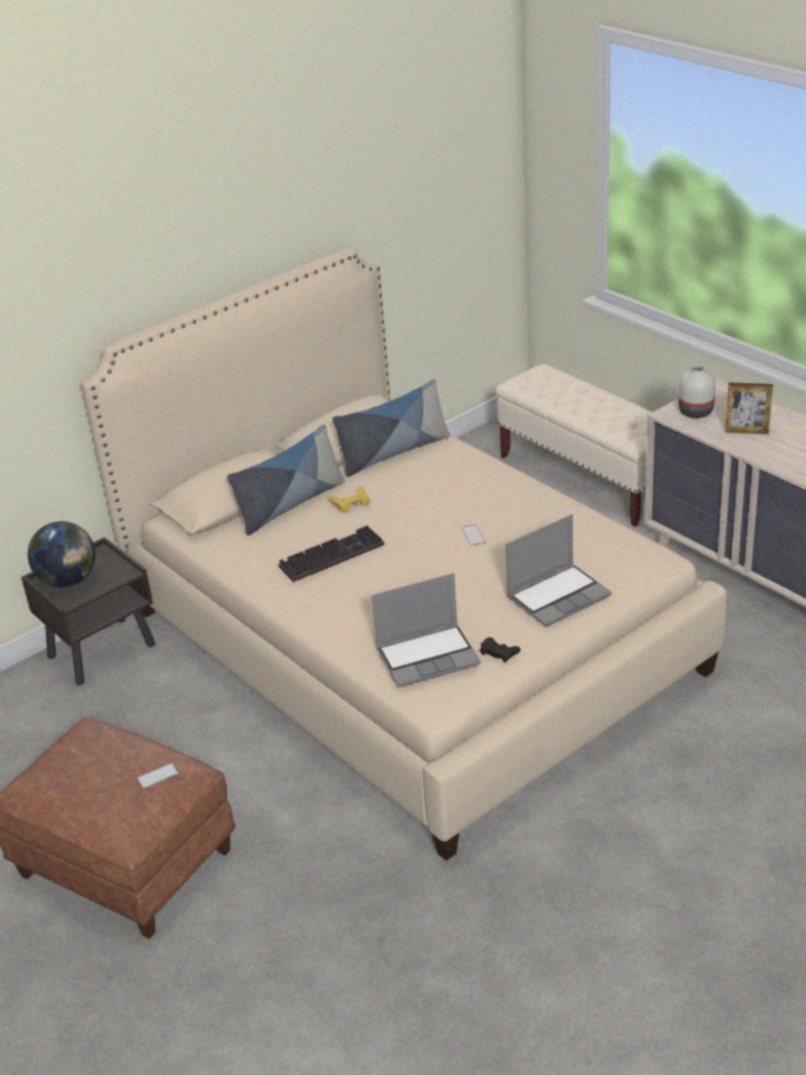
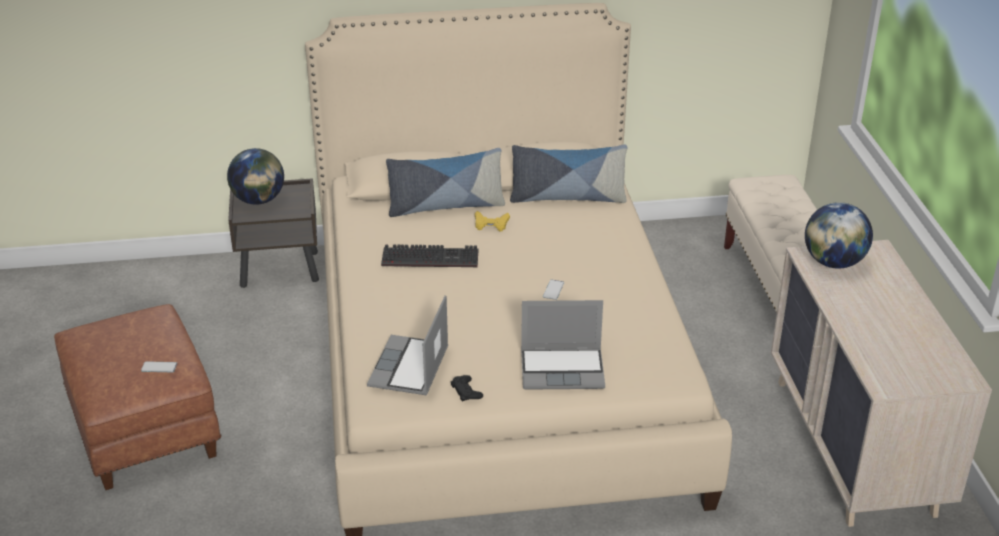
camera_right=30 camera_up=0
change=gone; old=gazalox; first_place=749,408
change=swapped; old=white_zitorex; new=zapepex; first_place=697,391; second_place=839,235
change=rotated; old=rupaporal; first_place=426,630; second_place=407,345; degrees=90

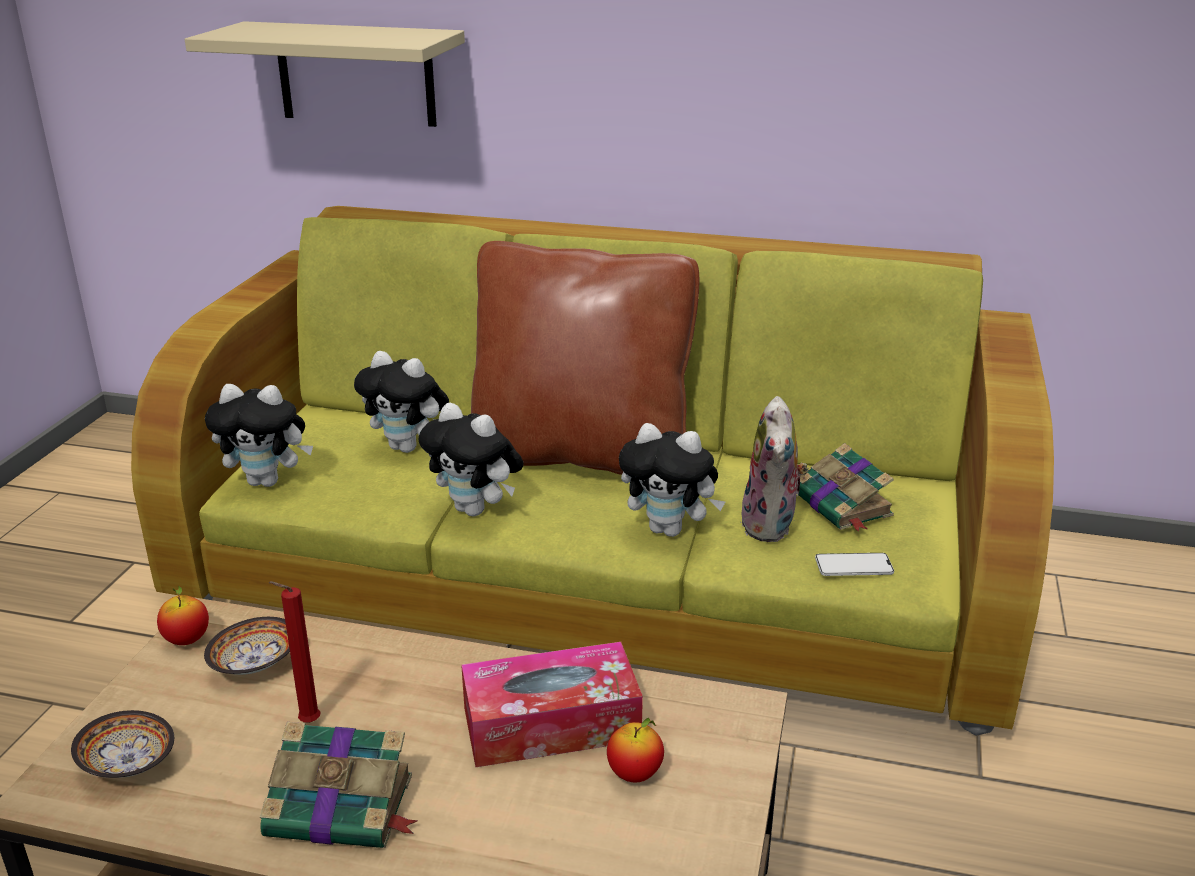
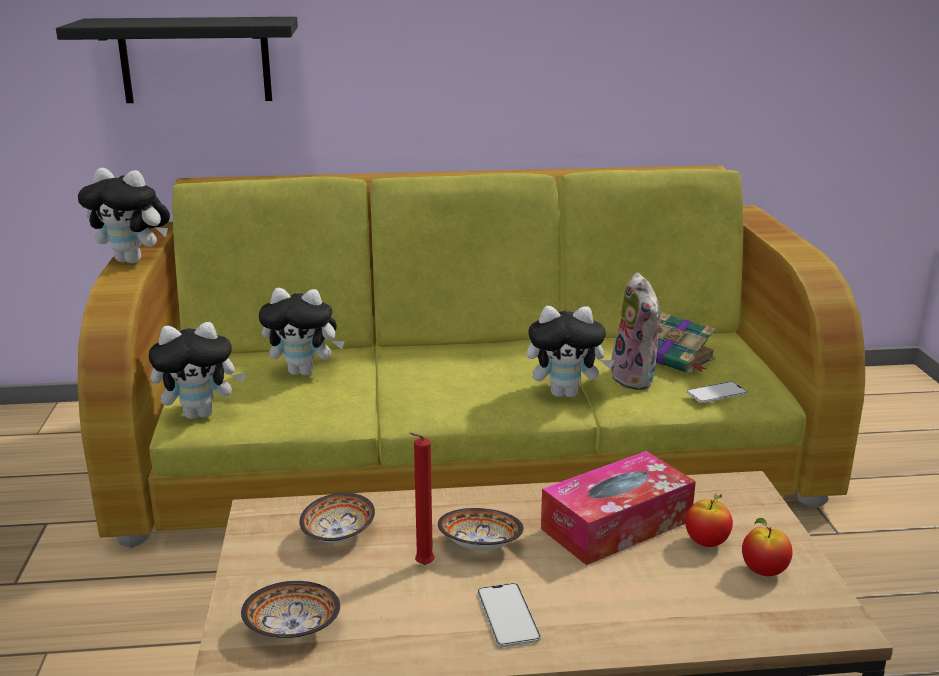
camera_right=-20 camera_up=-5
change=gone; old=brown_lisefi; first_place=585,358
change=new; new=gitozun; second_place=481,529
change=shifted; old=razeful; first_place=183,615; second_place=767,547
change=shifted; old=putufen; first_place=471,460; second_place=124,215
change=swapped; old=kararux; new=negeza; first_place=339,785; second_place=509,615
change=repainted; old=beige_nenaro; new=black_nenaro; first_place=325,74; second_place=177,60

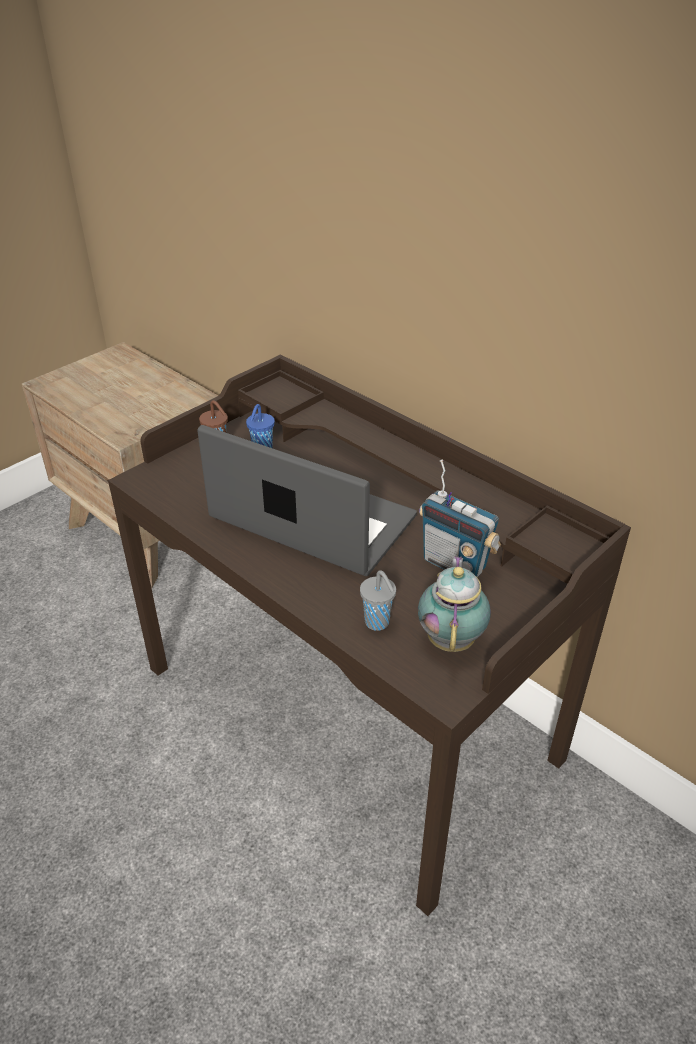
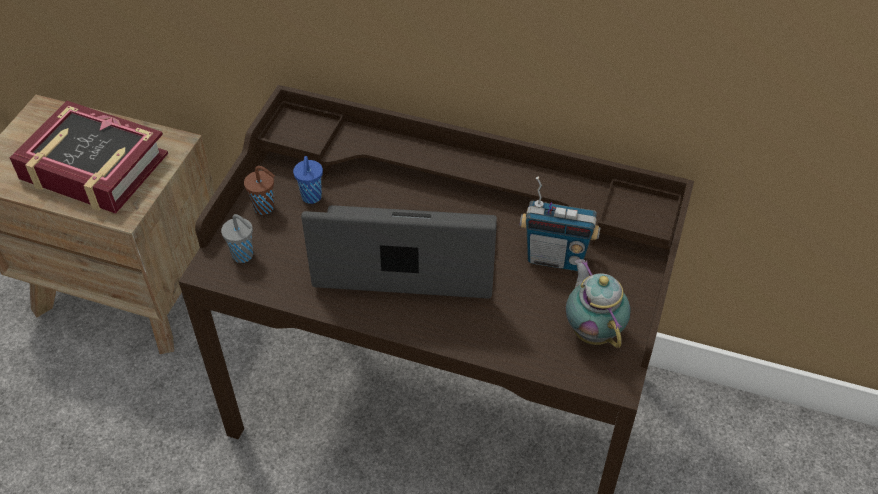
camera_right=-25 camera_up=10
change=new; new=kararux; second_place=88,157
change=shifted; old=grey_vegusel; first_place=378,600; second_place=237,238

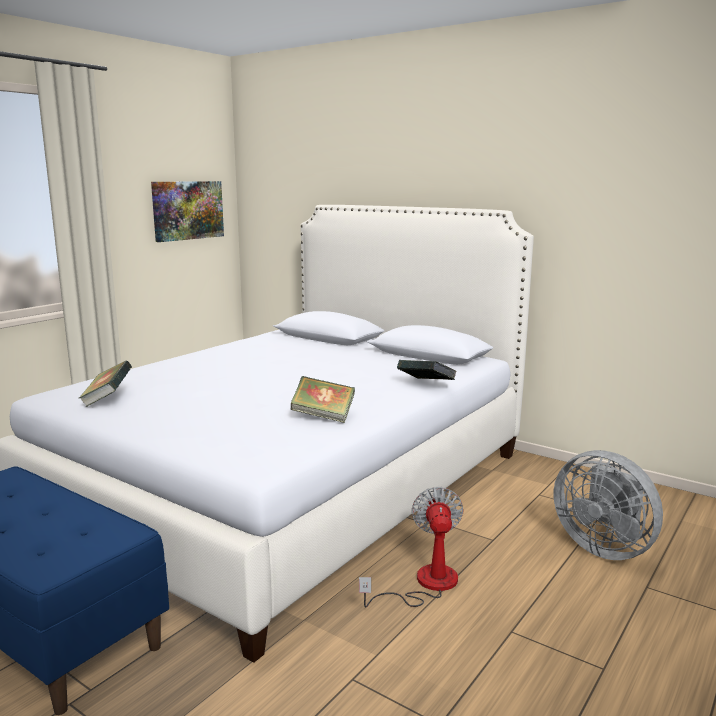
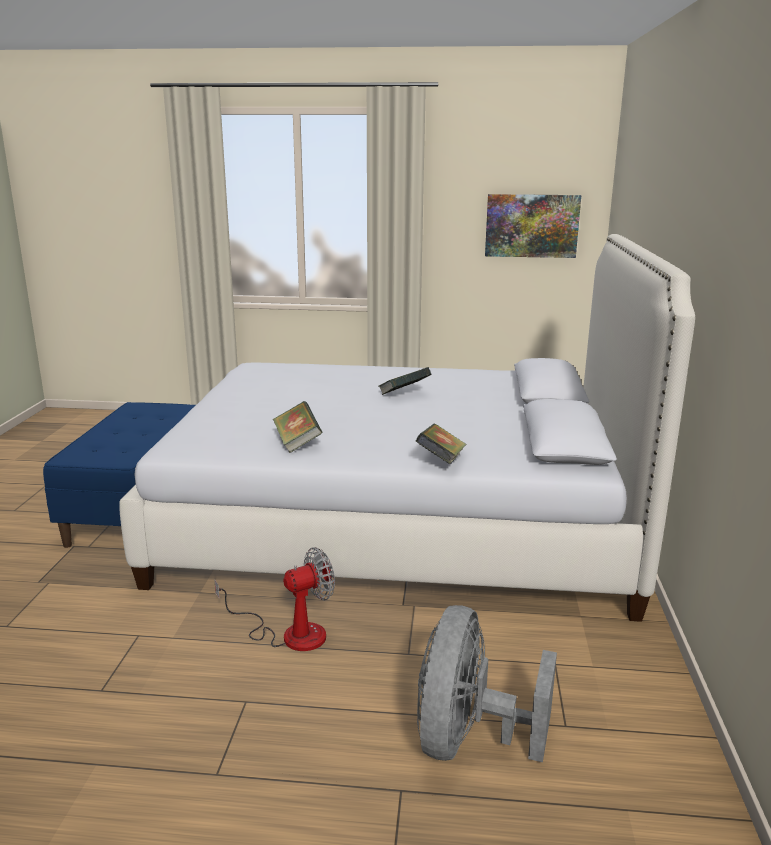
camera_right=60 camera_up=5
change=shifted; old=kararux; first_place=105,383; second_place=404,381

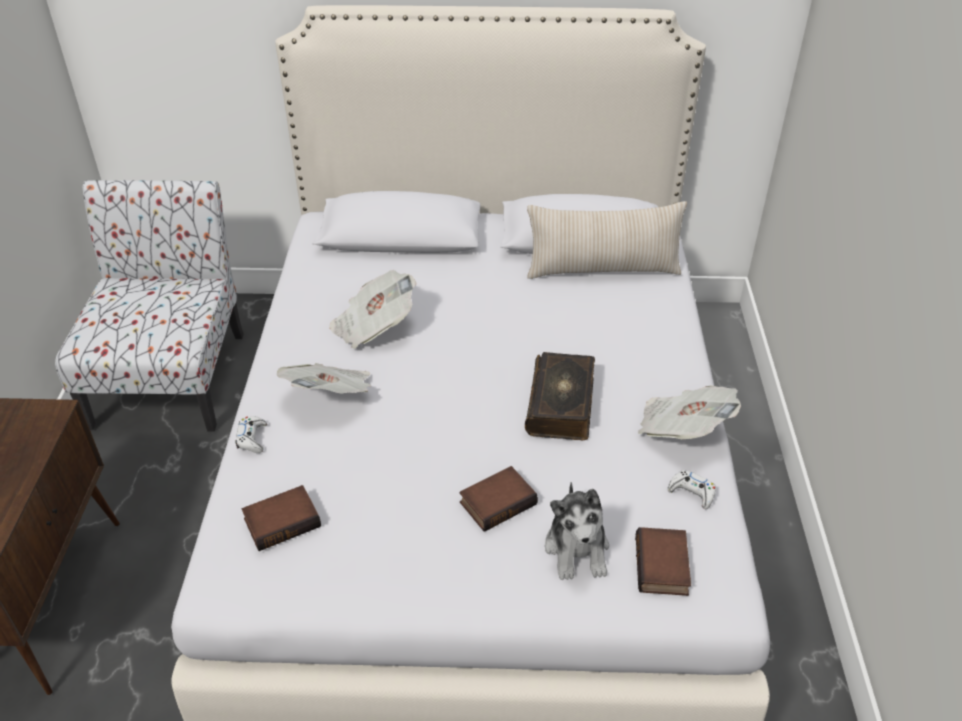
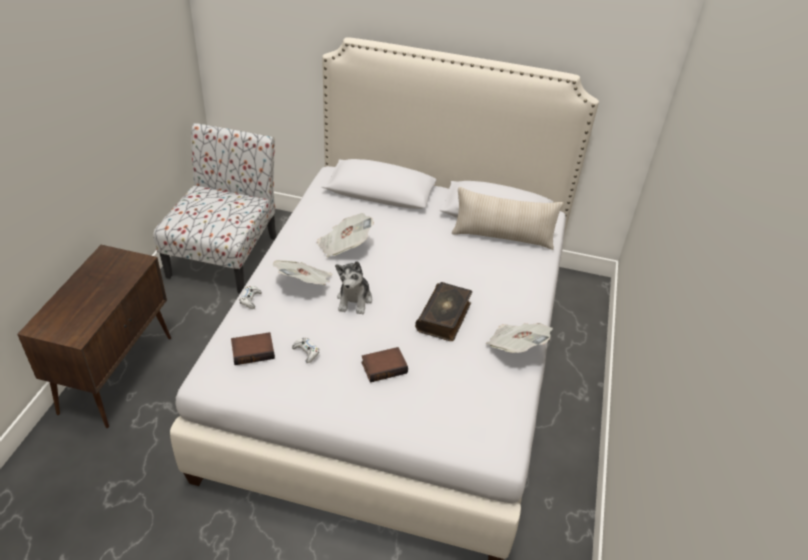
camera_right=10 camera_up=0
change=gone; old=kararux; first_place=663,561
change=shifted; old=putufen; first_place=577,531; second_place=353,288
change=shifted; old=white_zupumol; first_place=691,489; second_place=305,350

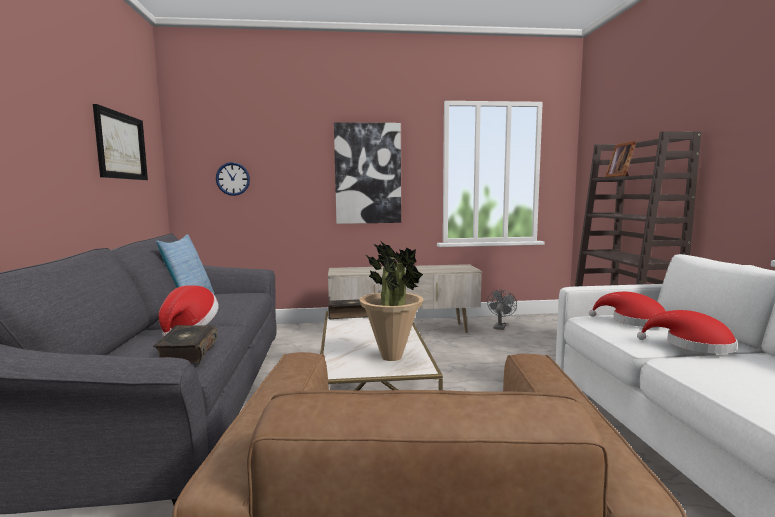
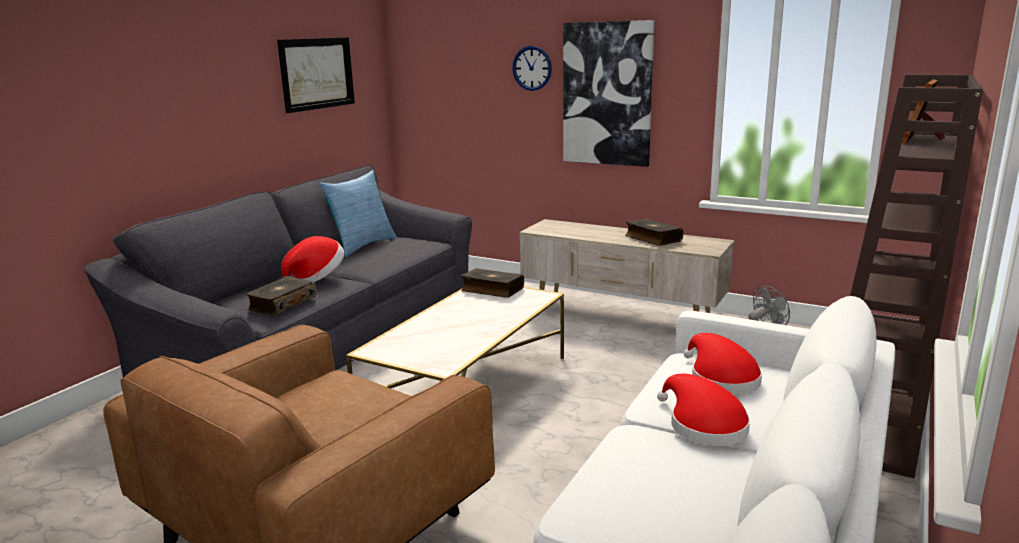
camera_right=35 camera_up=10
change=gone; old=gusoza; first_place=391,301
change=new; new=kararux; second_place=654,232
change=shifted; old=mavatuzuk; first_place=233,179; second_place=532,68

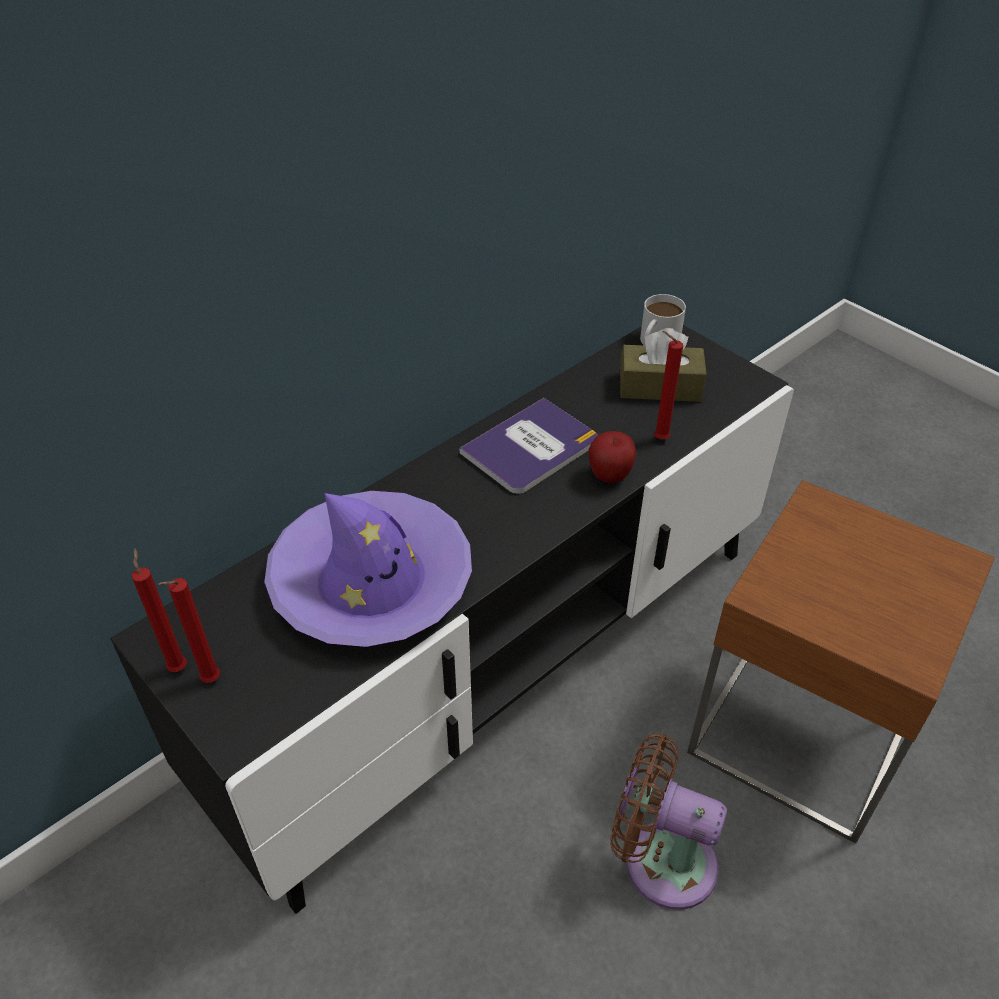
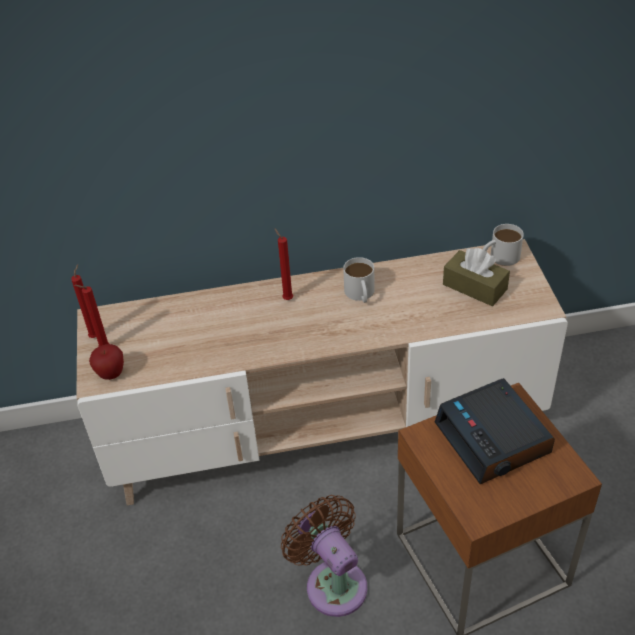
camera_right=35 camera_up=0
change=gone; old=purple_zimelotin; first_place=368,569
change=new; new=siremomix; second_place=495,431
change=shifted; old=razeful; first_place=612,457; second_place=106,362
change=shifted; old=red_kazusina; first_place=668,385; second_place=283,264
change=swapped; old=kararux; new=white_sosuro; first_place=529,446; second_place=358,280
change=repainted; old=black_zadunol; new=beige_zadunol; first_place=452,619; second_place=322,372

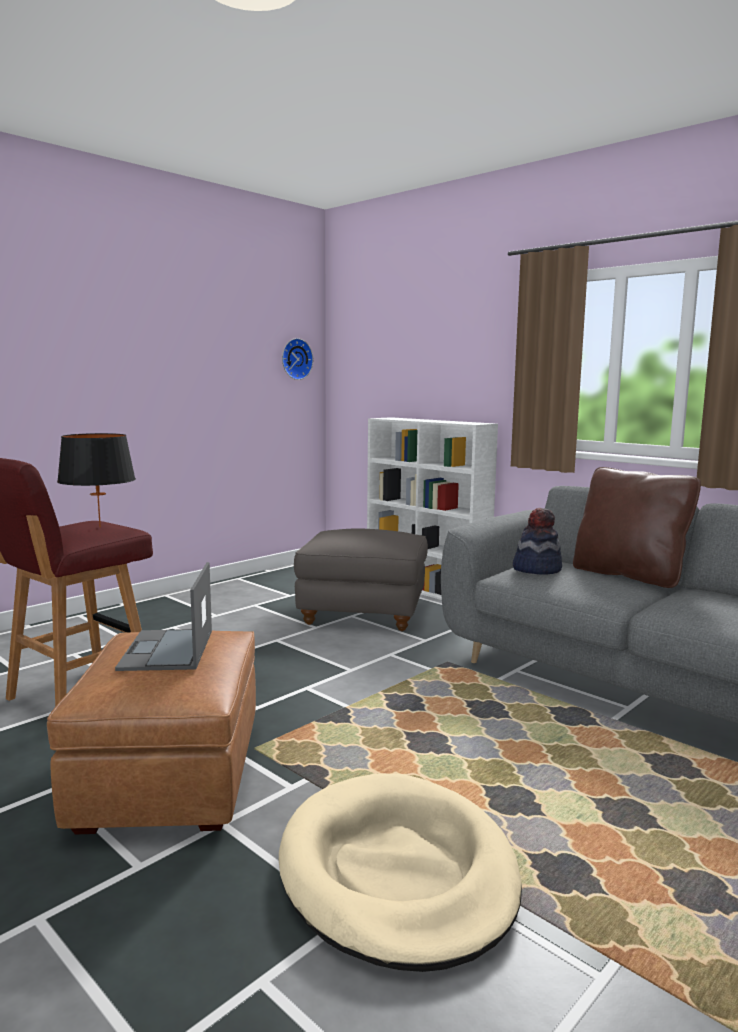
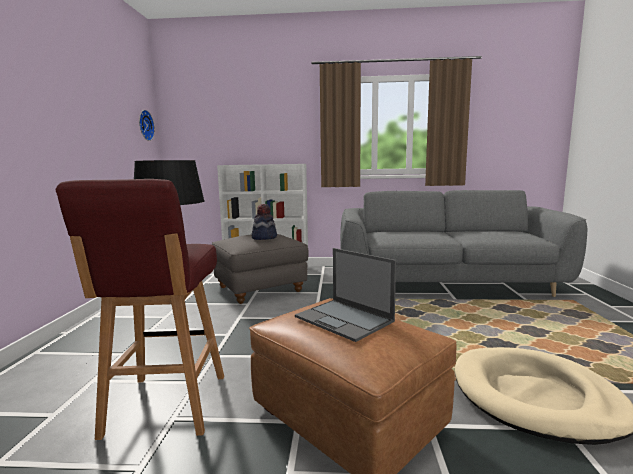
camera_right=-40 camera_up=0
change=gone; old=brown_lisefi; first_place=637,527
change=shifted; old=zimelotin; first_place=537,541; second_place=264,222

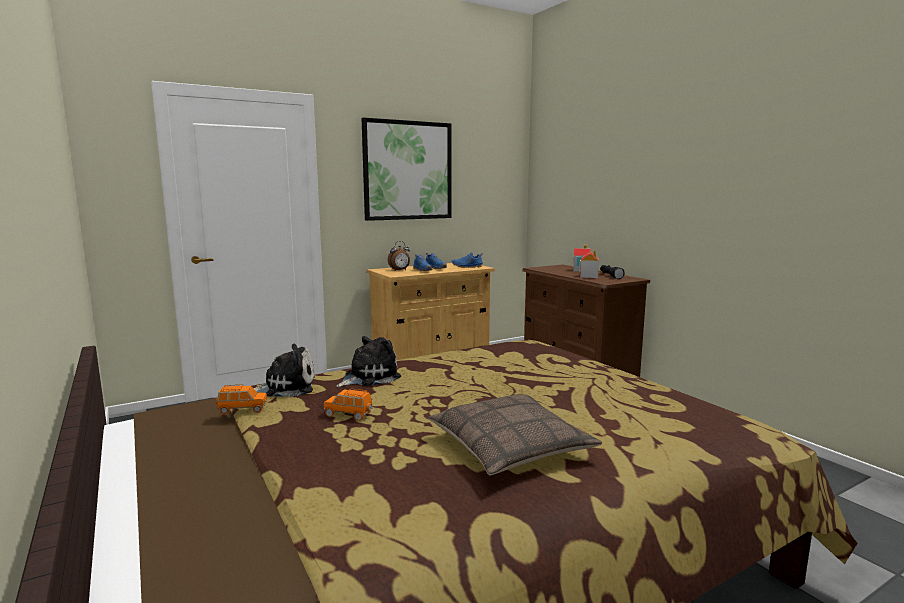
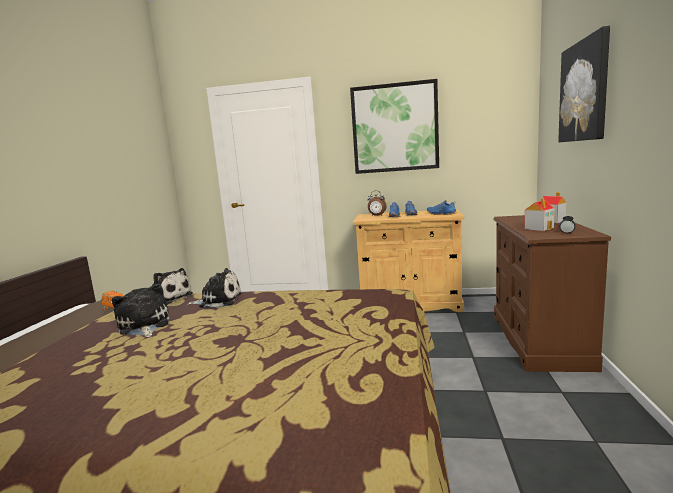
camera_right=40 camera_up=0
change=gone; old=lisefi; first_place=515,434
change=new; new=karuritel; second_place=584,84
change=swapped; old=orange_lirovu; new=putufen; first_place=348,405; second_place=140,310

